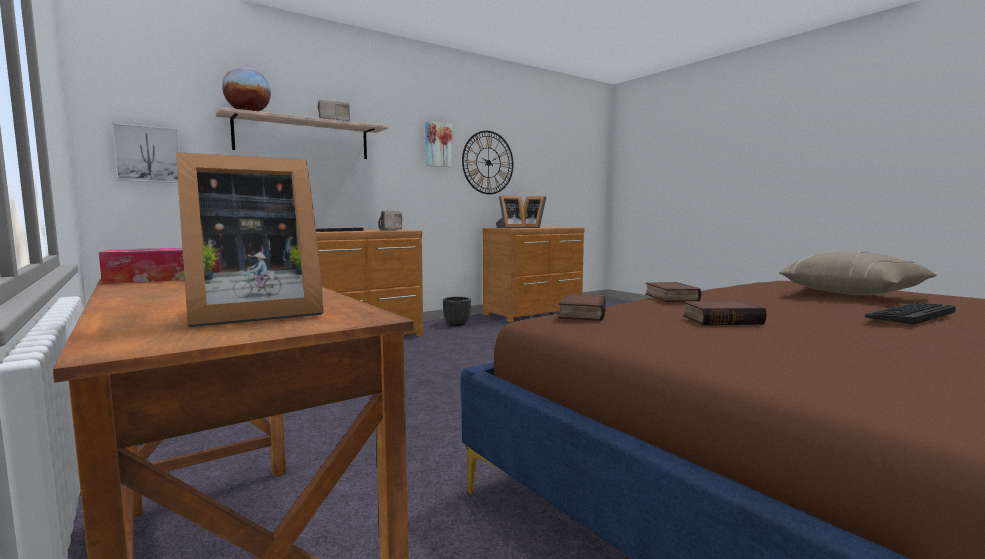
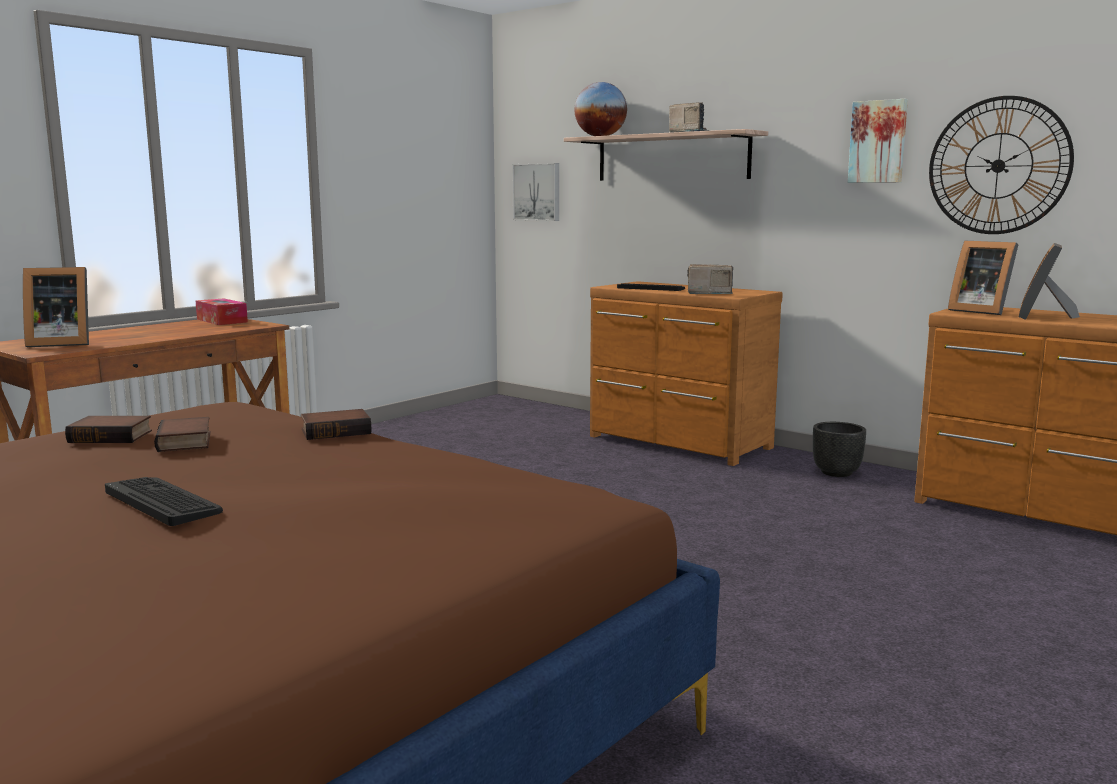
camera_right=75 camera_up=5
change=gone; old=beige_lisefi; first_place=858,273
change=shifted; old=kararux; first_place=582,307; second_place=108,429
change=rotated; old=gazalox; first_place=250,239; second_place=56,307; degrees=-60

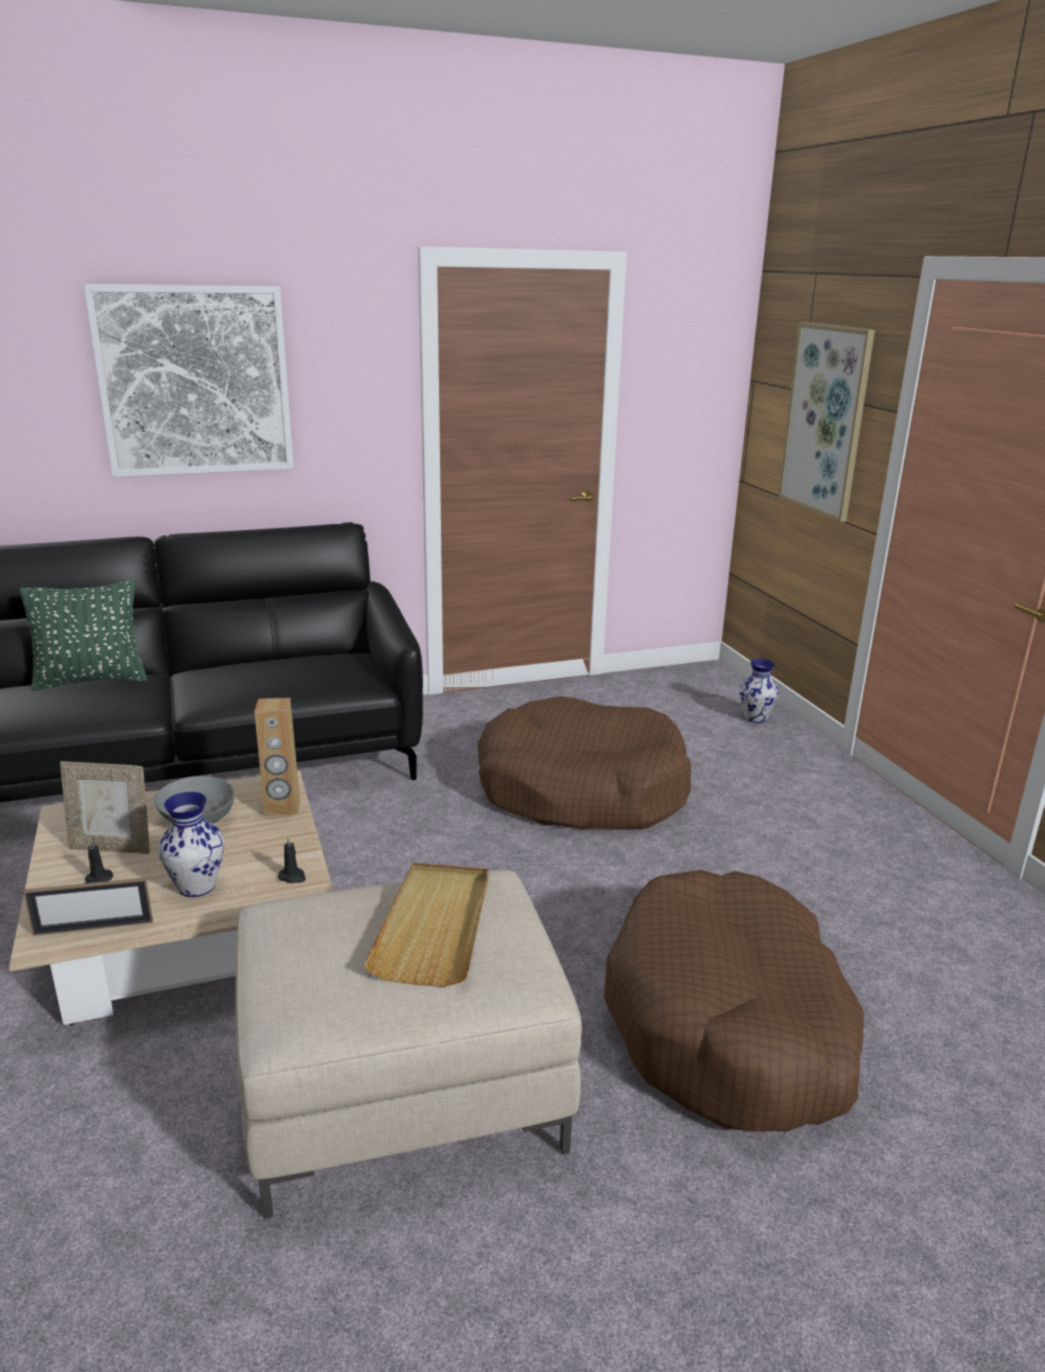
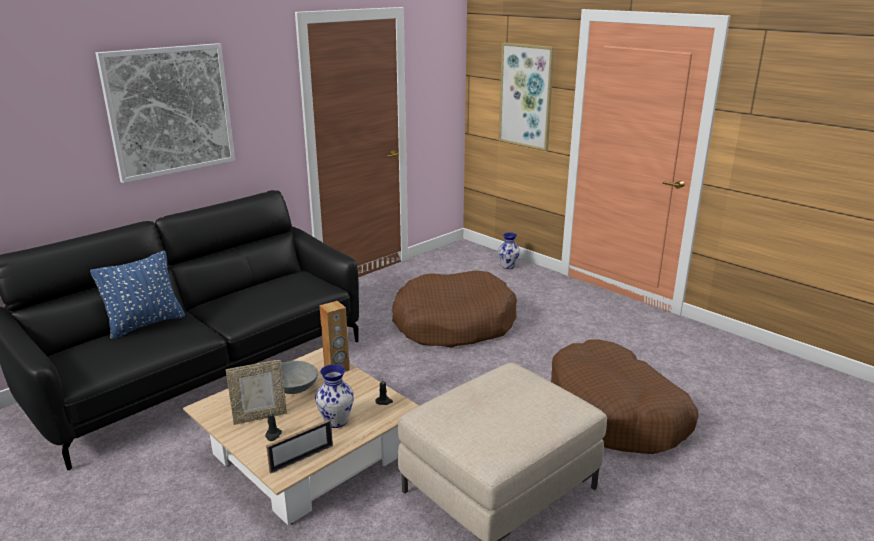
camera_right=-25 camera_up=0
change=gone; old=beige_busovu; first_place=426,925
change=repainted; old=green_lisefi; new=blue_lisefi; first_place=83,635; second_place=137,295

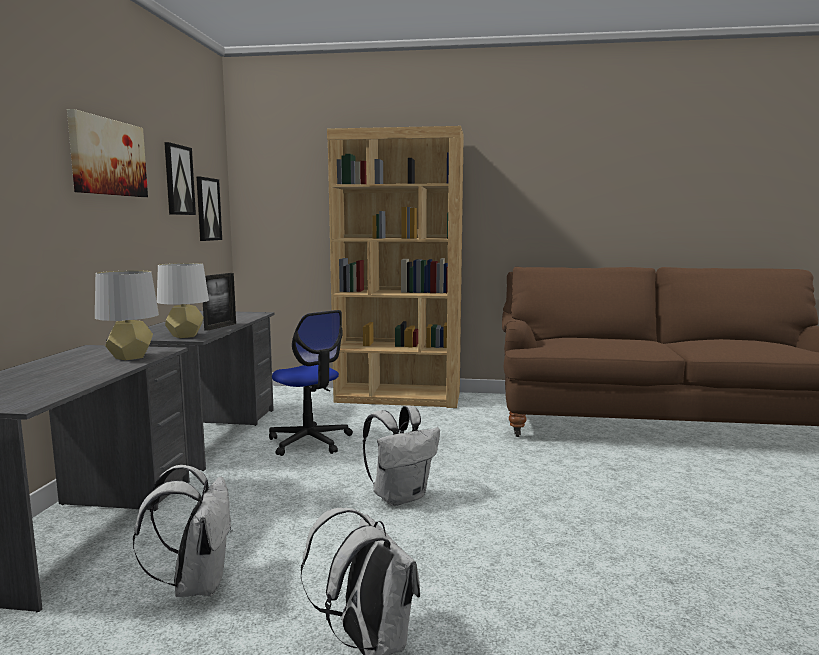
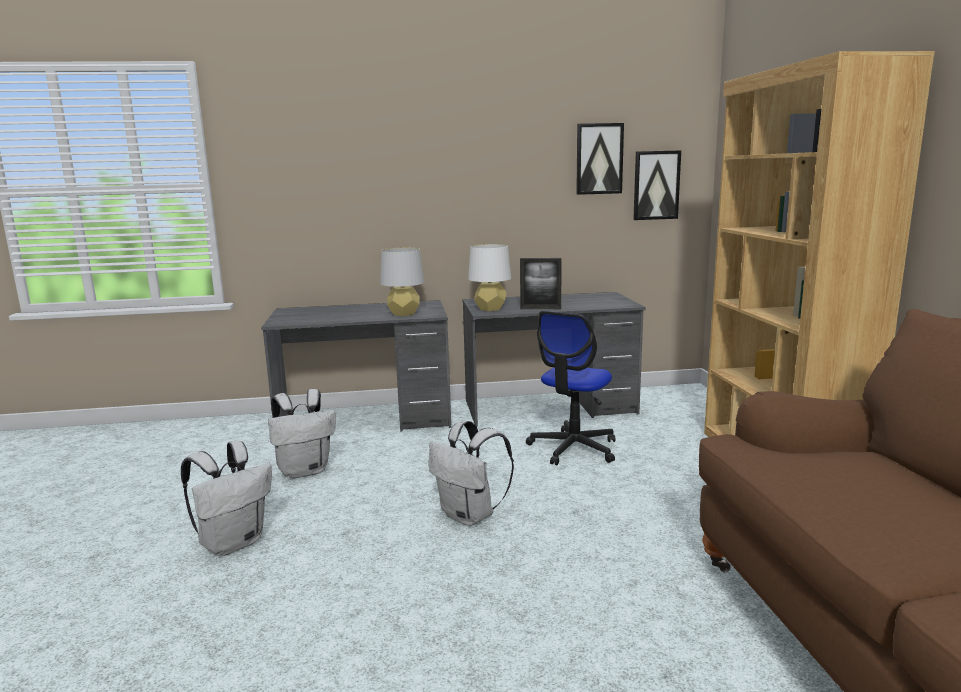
camera_right=75 camera_up=5
change=gone; old=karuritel; first_place=107,153

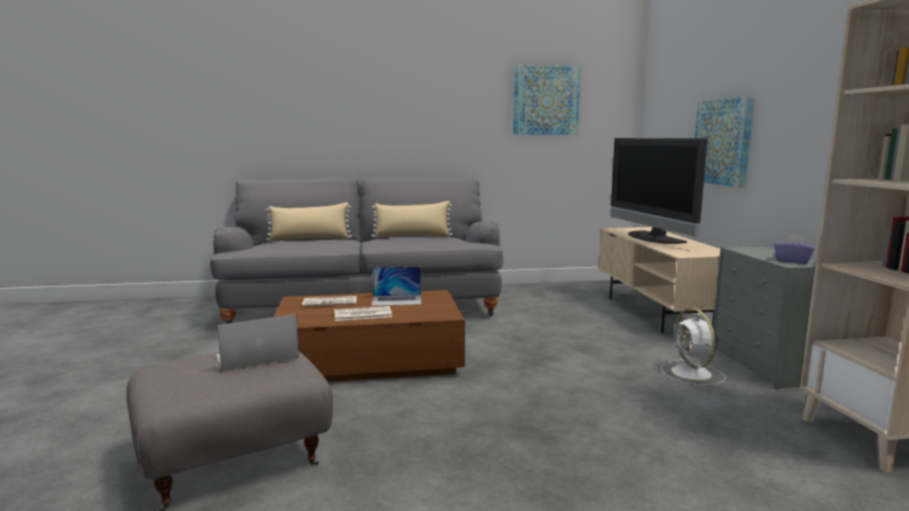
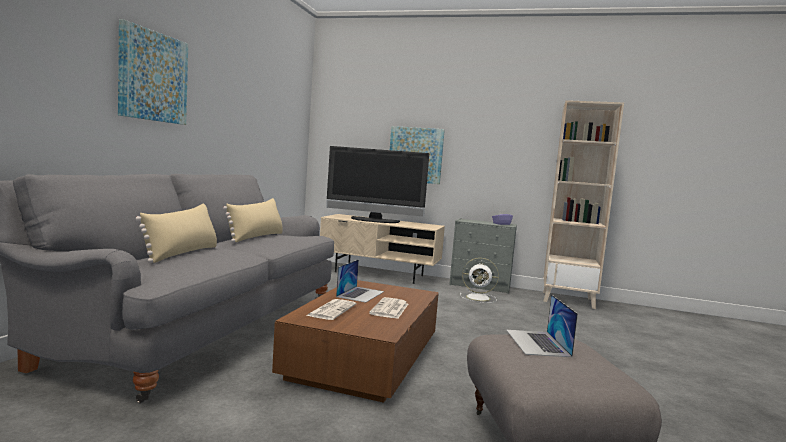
camera_right=-65 camera_up=-5
change=shifted; old=karuritel; first_place=547,100; second_place=153,72

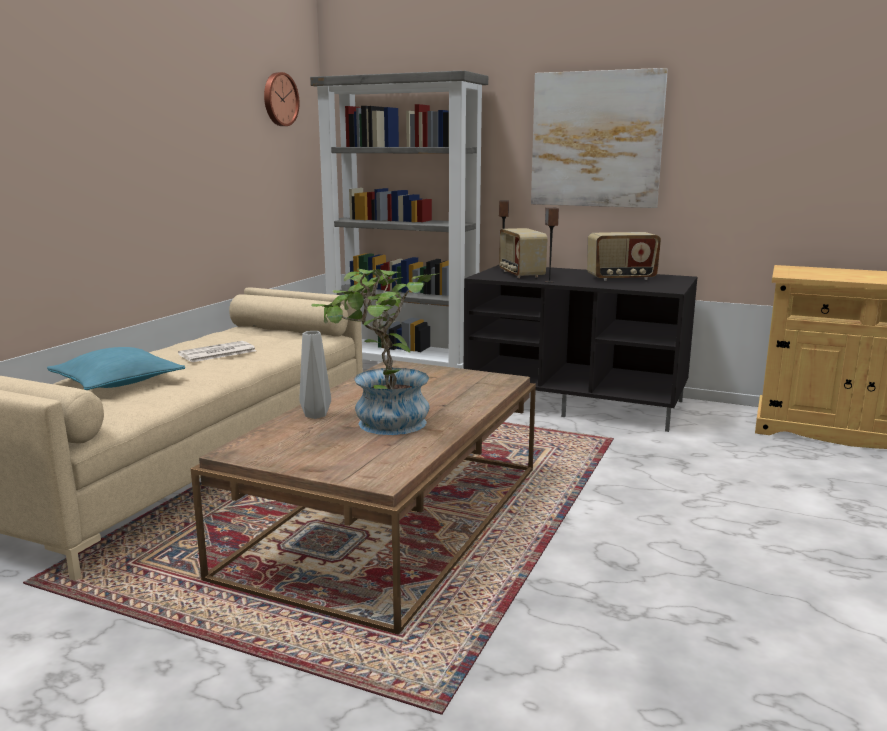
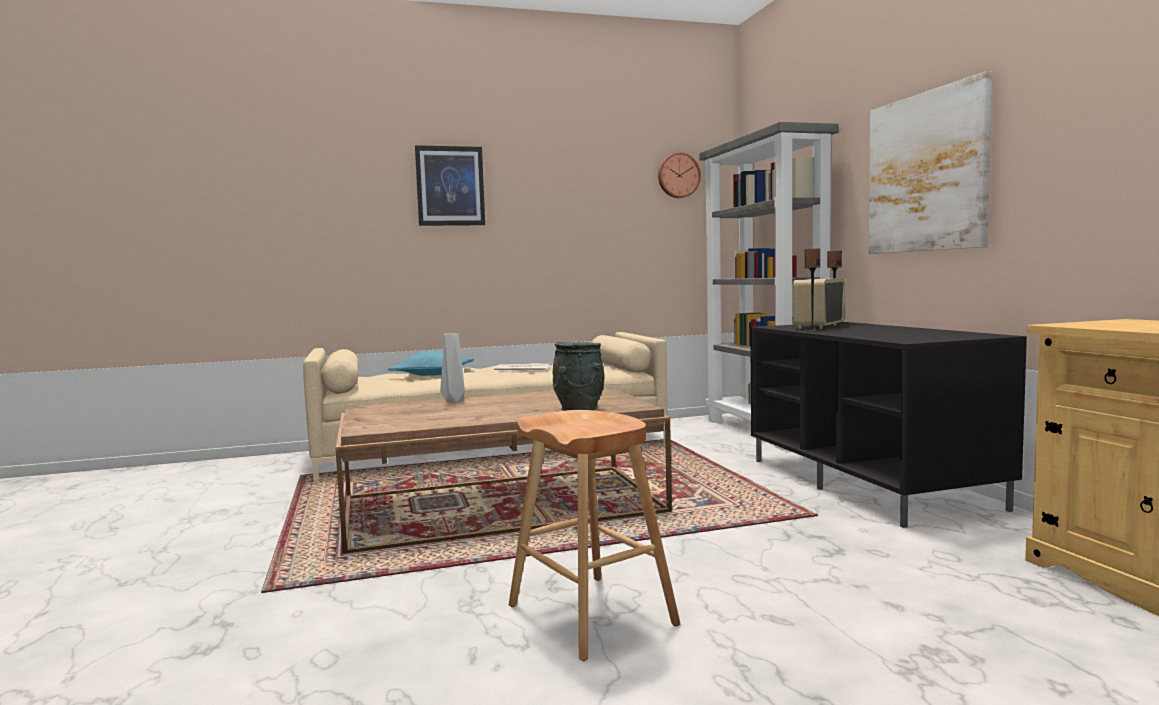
camera_right=50 camera_up=-10
change=gone; old=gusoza; first_place=375,351
change=gone; old=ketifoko; first_place=624,256
change=new; new=karuritel; second_place=450,185
change=new; new=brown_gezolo; second_place=594,535
change=new; new=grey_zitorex; second_place=579,376

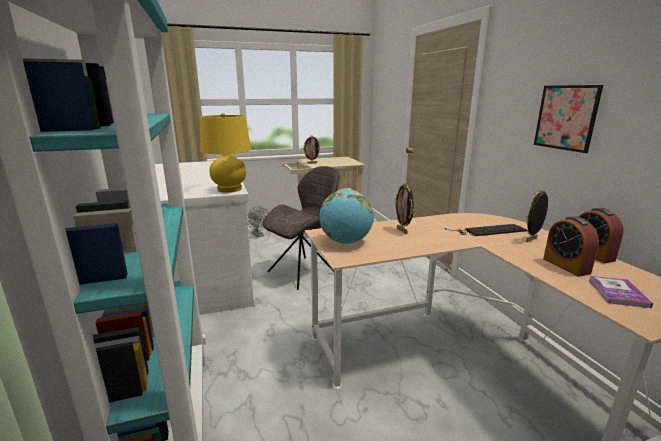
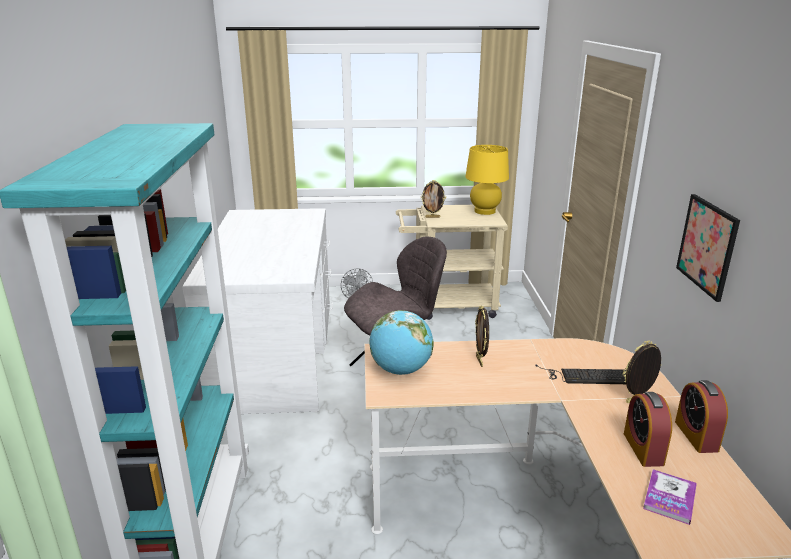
camera_right=15 camera_up=5
change=shifted; old=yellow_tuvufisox; first_place=225,153; second_place=487,180

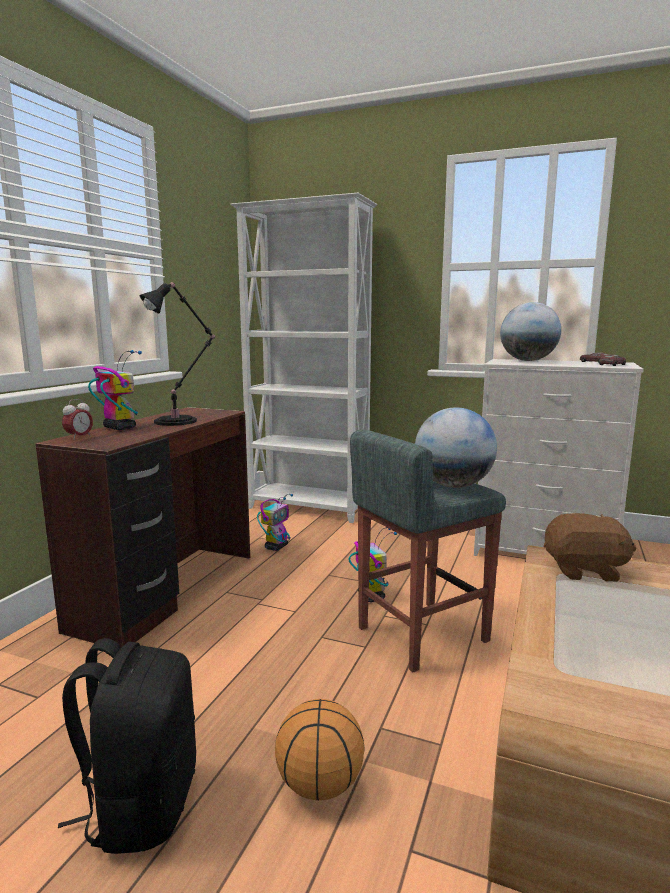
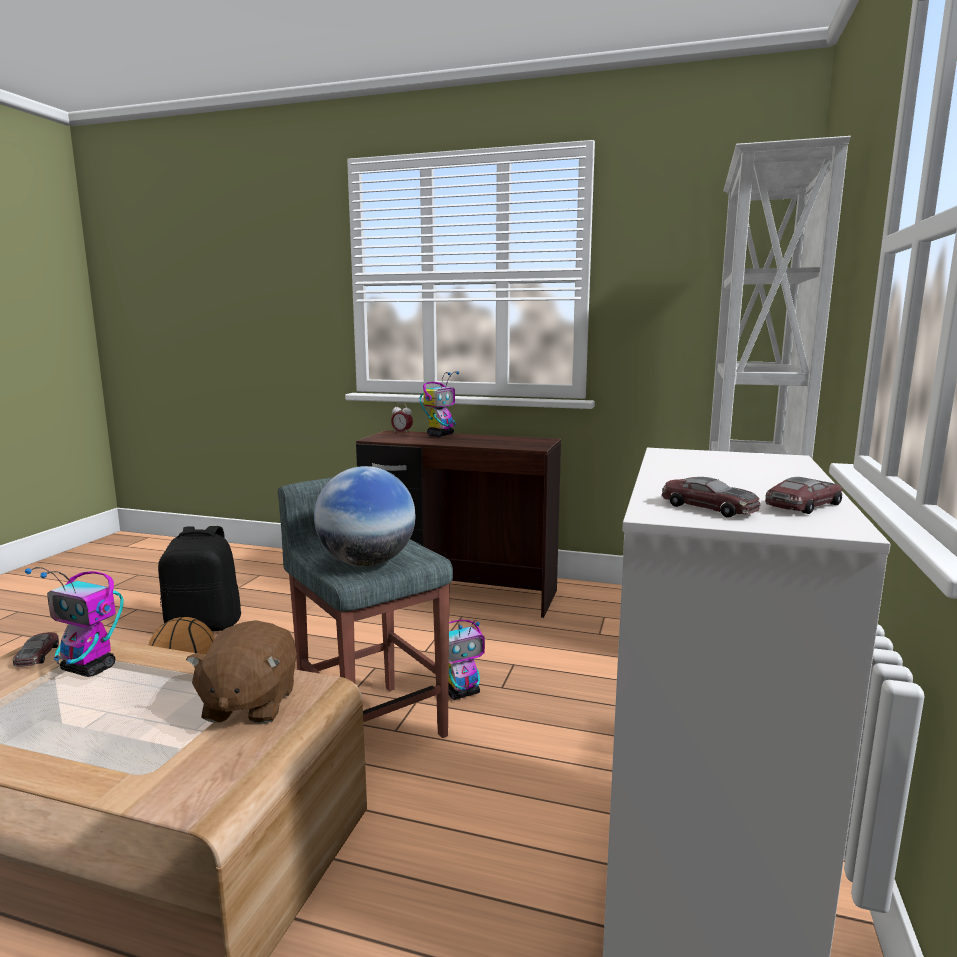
camera_right=85 camera_up=0
change=gone; old=black_tuvufisox; first_place=177,354
change=gone; old=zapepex; first_place=530,331
change=new; new=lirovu; second_place=36,649
change=shifted; old=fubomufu; first_place=275,522; second_place=74,622

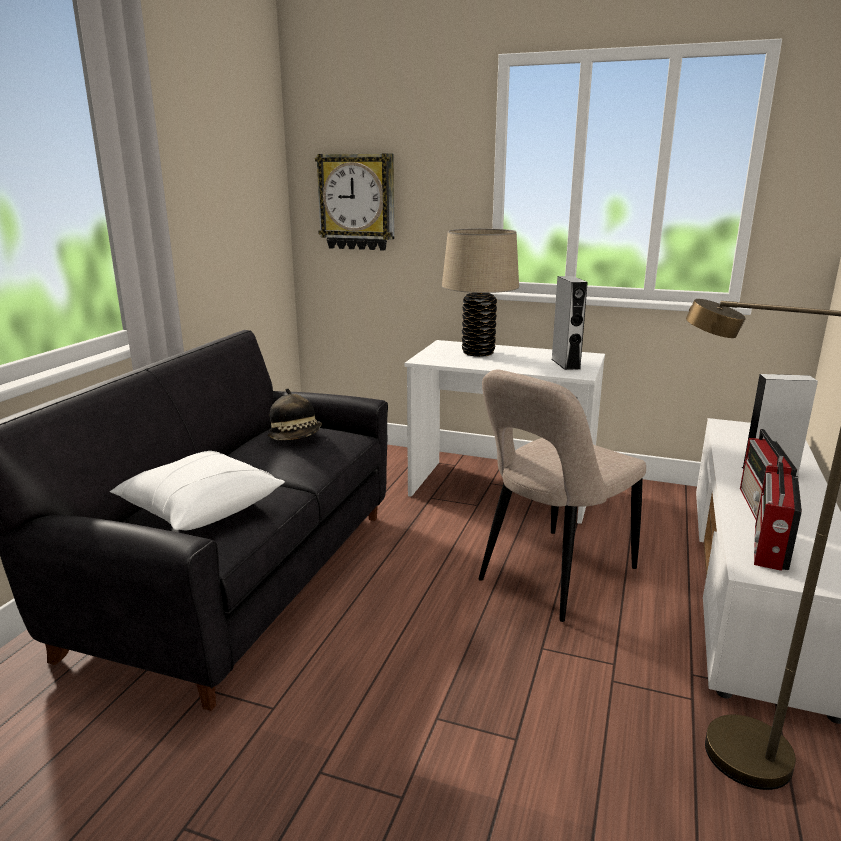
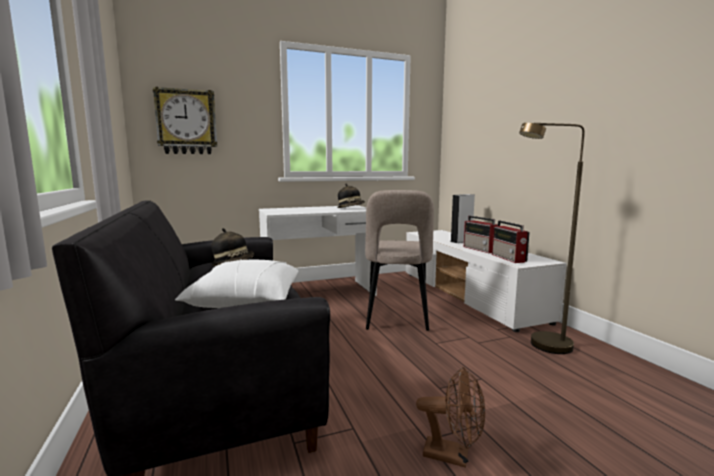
camera_right=-40 camera_up=-10
change=gone; old=beige_tuvufisox; first_place=480,292
change=new; new=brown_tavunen; second_place=450,417
change=swapped; old=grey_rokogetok; new=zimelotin; first_place=570,323; second_place=351,196

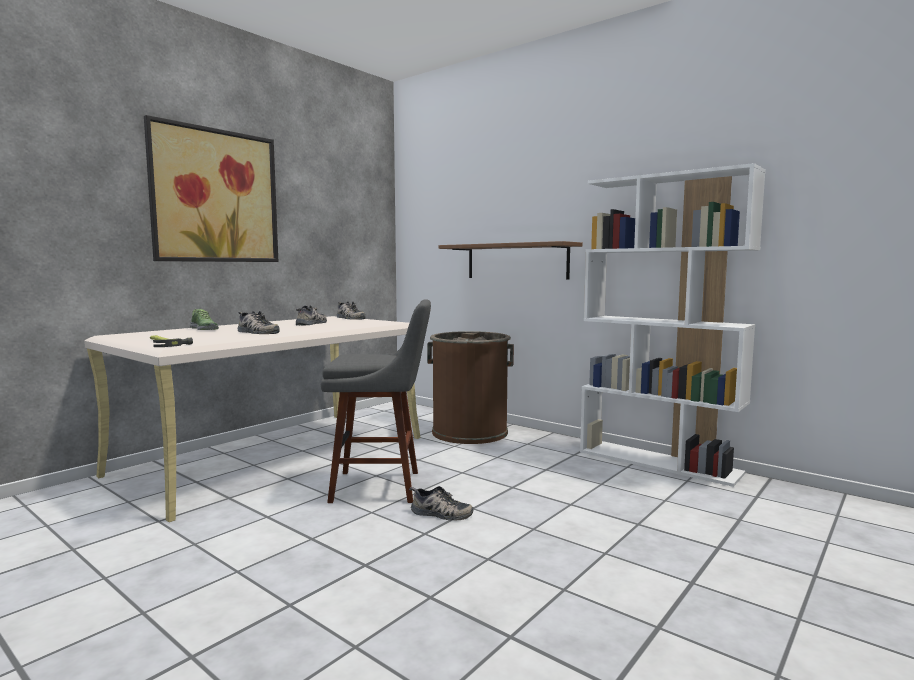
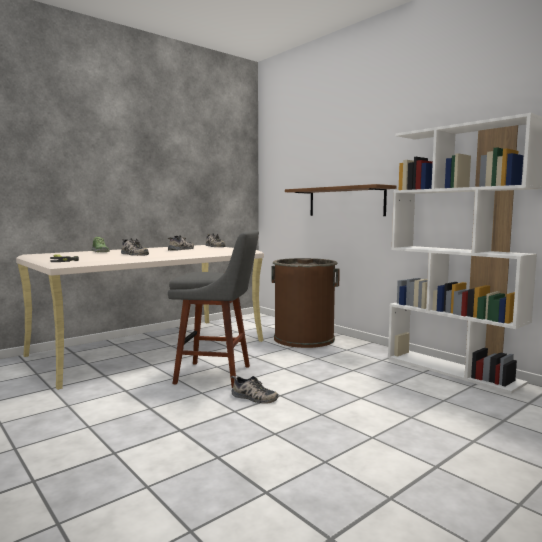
camera_right=10 camera_up=0
change=gone; old=karuritel; first_place=211,188

